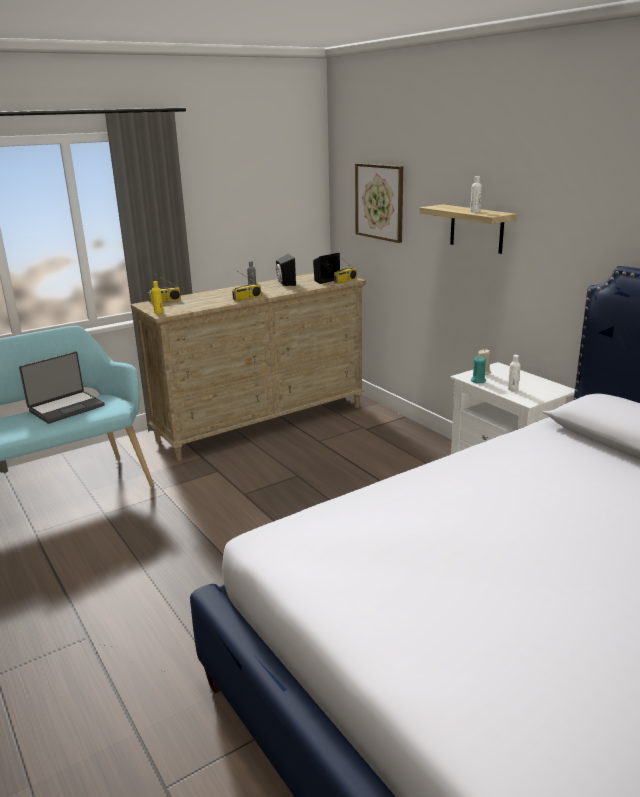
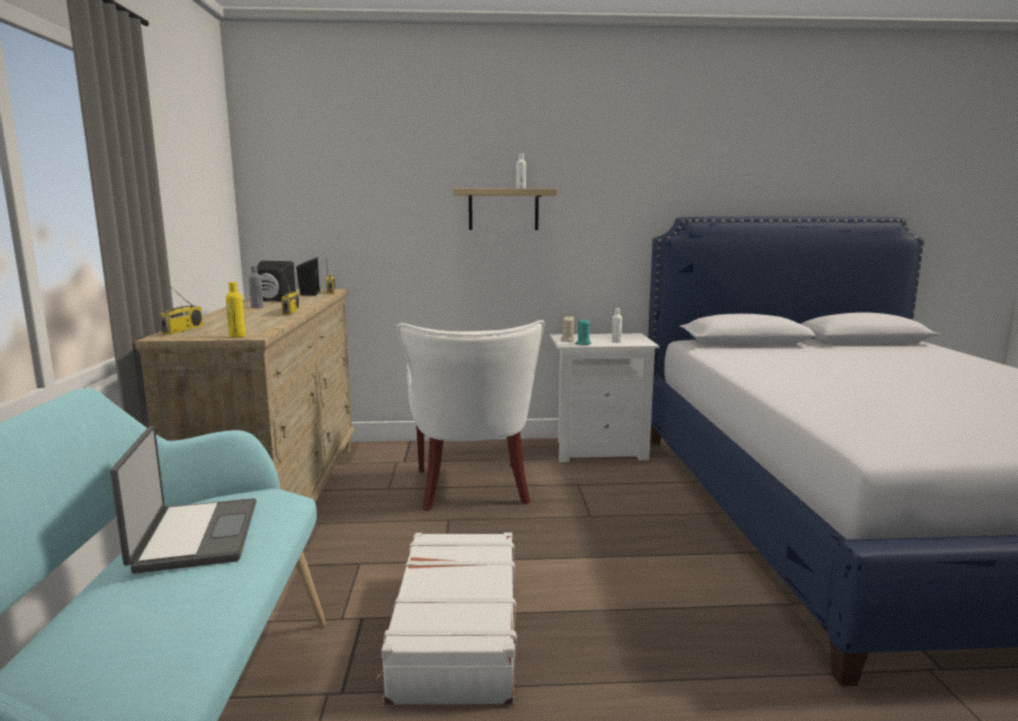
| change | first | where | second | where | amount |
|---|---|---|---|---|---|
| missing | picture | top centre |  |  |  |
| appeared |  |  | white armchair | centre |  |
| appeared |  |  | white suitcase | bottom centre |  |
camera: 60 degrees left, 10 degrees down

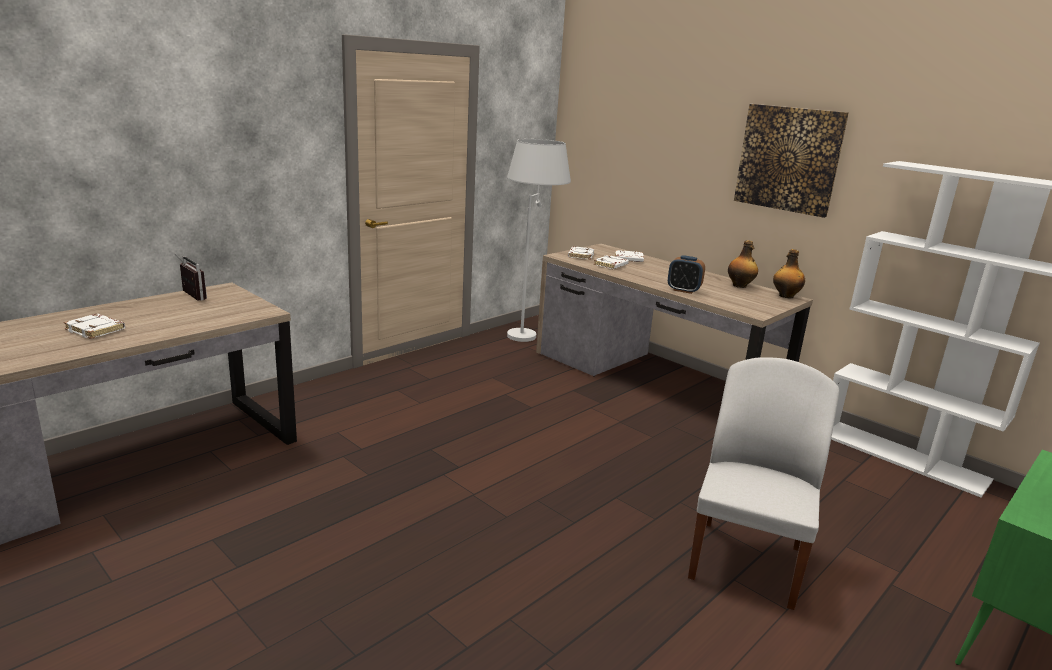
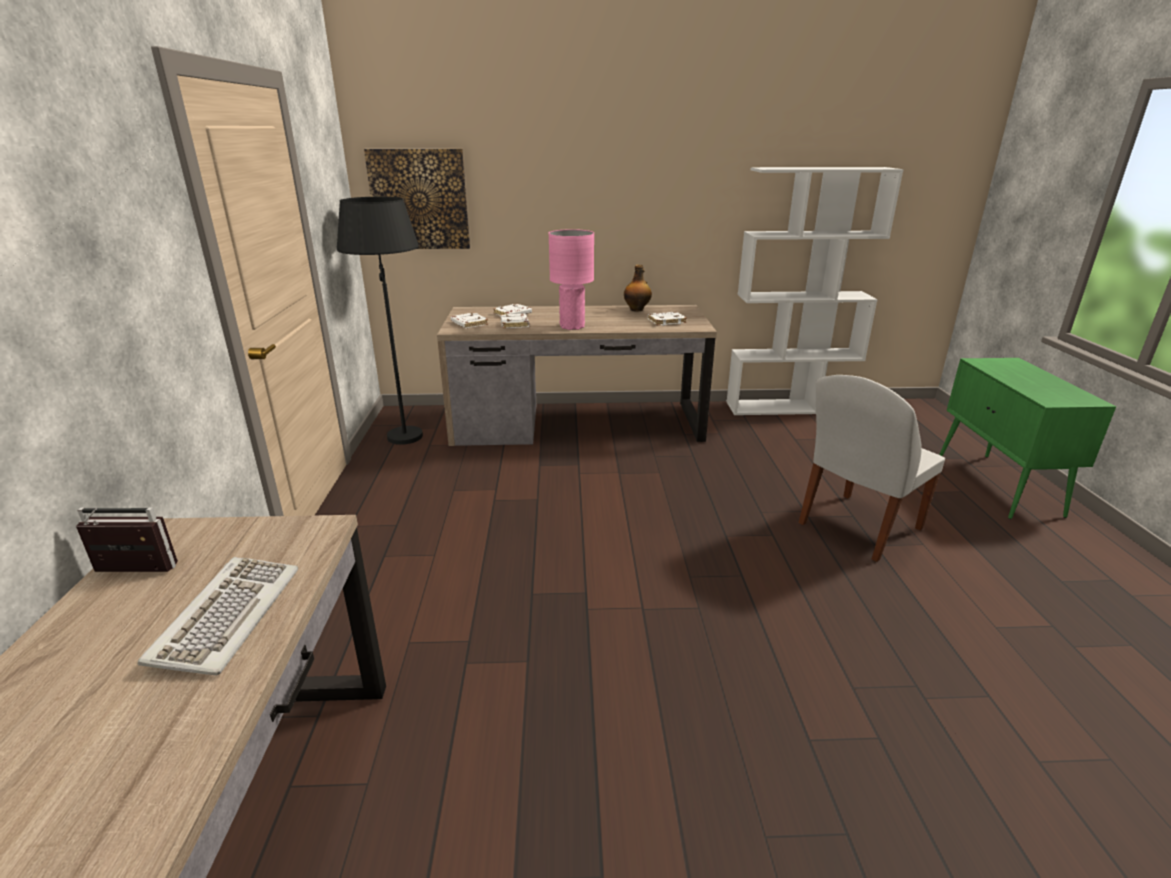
| change | first | where | second | where | amount |
|---|---|---|---|---|---|
| relocated | picture | top right |  | top centre |  |
| colour | white floor lamp | centre | black floor lamp | middle left |  |
| missing | bottle (no. 2 from left) | middle right |  |  |  |
| missing | alarm clock | centre |  |  |  |
| relocated | white book (no. 1 from left in the first image) | middle left | white book (no. 4 from left) | centre |  |
| spun | white chair | bottom right |  | middle right | 105 degrees counterclockwise |
| appeared |  |  | pink table lamp | top centre |  |
| appeared |  |  | keyboard | bottom left |  |
camera: 45 degrees left, 5 degrees up

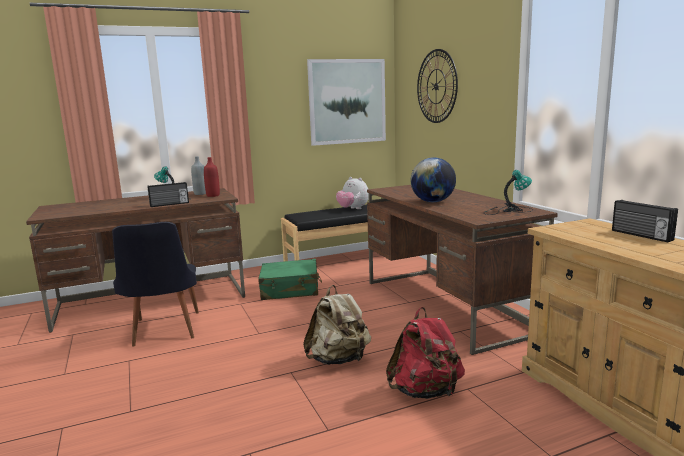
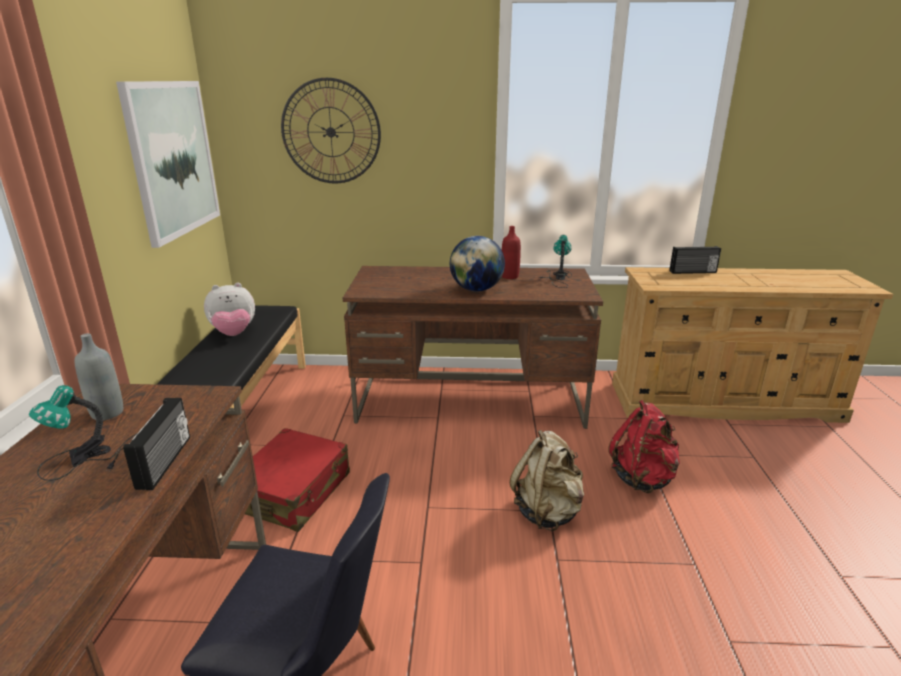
| change | first | where | second | where | amount |
|---|---|---|---|---|---|
| relocated | red bottle | middle left |  | centre |  |
| colour | green suitcase | centre | red suitcase | bottom left |  |
camera: 65 degrees left, 10 degrees up

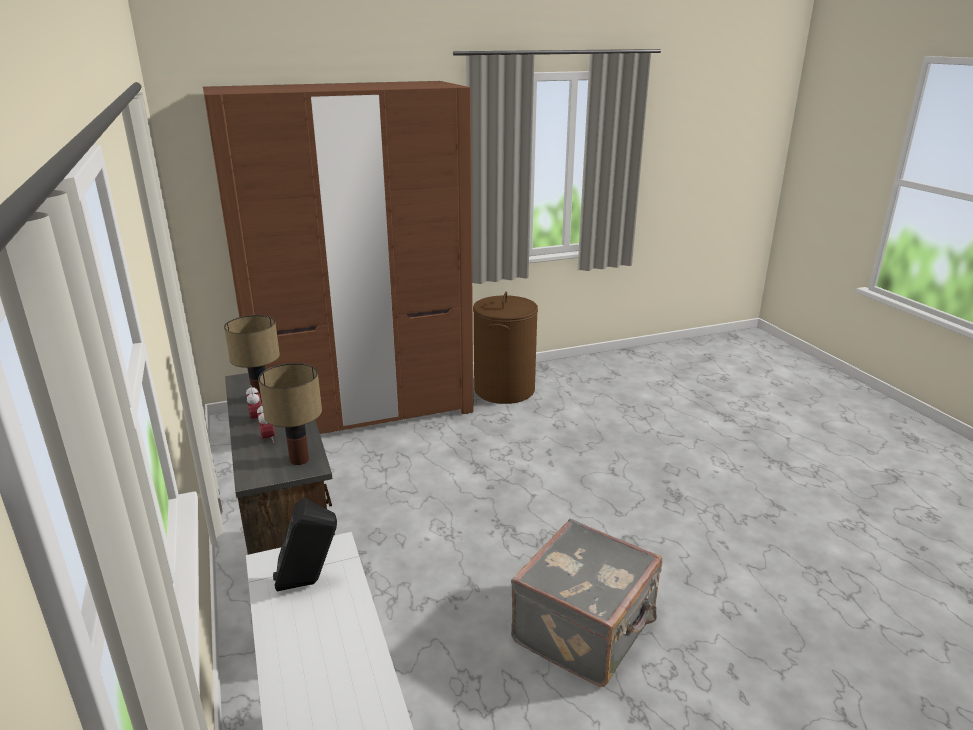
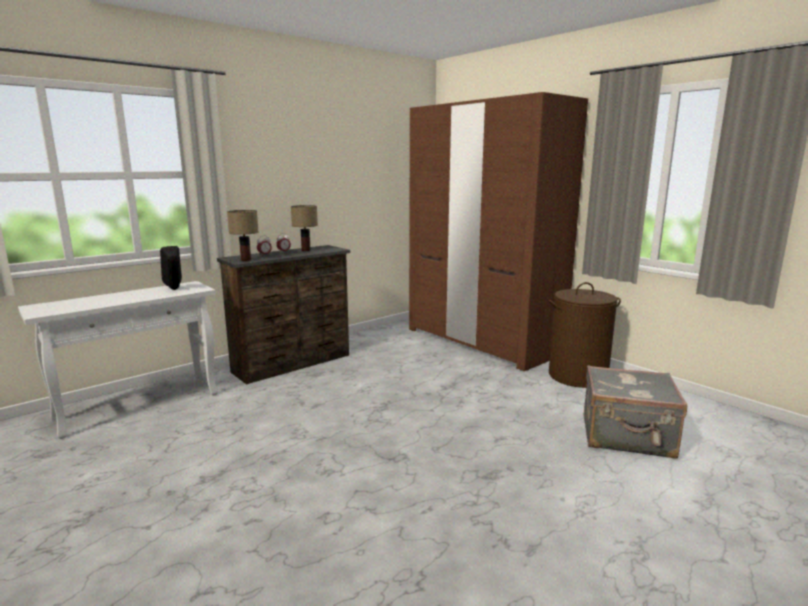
| change | first | where | second | where | amount |
|---|---|---|---|---|---|
| relocated | grey suitcase | bottom centre |  | bottom right |  |
camera: 70 degrees right, 10 degrees down

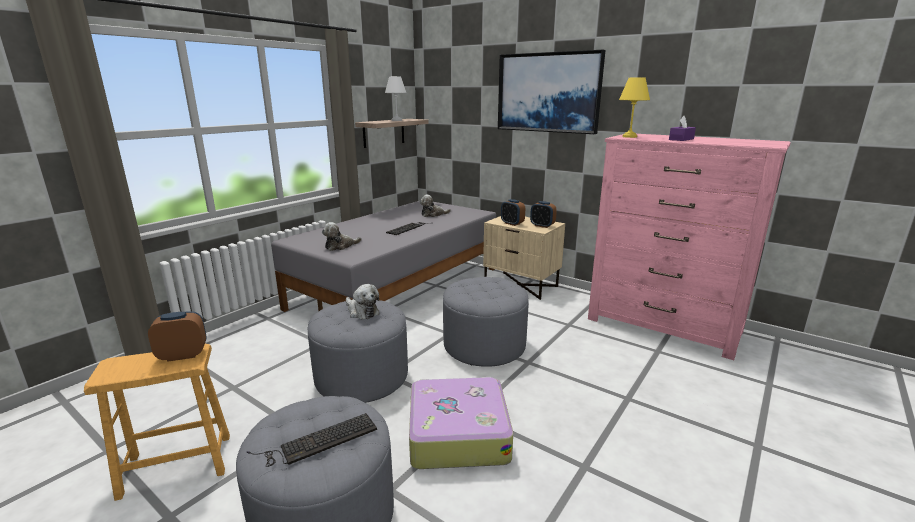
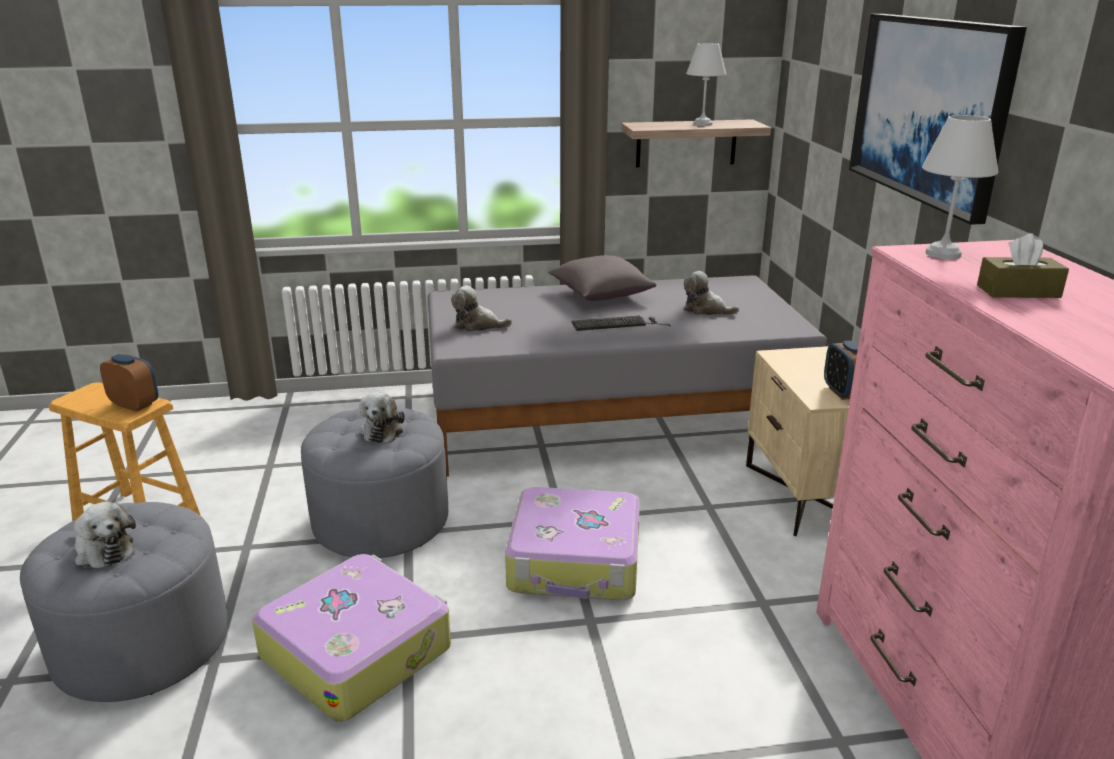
| change | first | where | second | where | amount |
|---|---|---|---|---|---|
| colour | yellow table lamp | top right | white table lamp (no. 2 from left) | top right |  |
| colour | purple tissue box | top right | brown tissue box | middle right |  |
| missing | alarm clock (no. 2 from left) | centre |  |  |  |
| exchanged | grey ottoman (no. 3 from left) | centre | suitcase (no. 2 from left) | bottom centre |  |
| exchanged | keyboard (no. 1 from left) | bottom centre | plush toy (no. 1 from left) | bottom left |  |
| appeared |  |  | grey pillow | centre |  |
camera: 45 degrees right, 5 degrees up

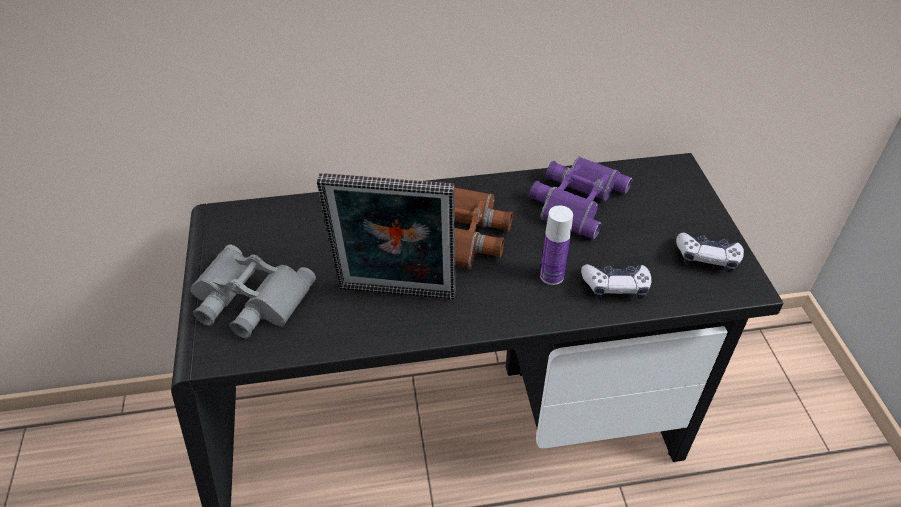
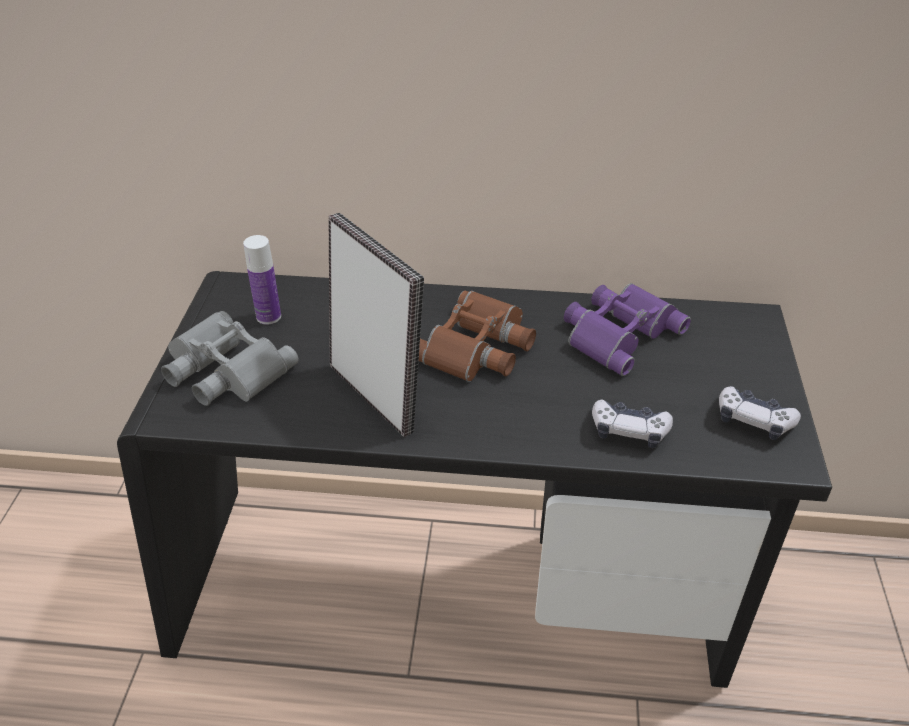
| change | first | where | second | where | amount |
|---|---|---|---|---|---|
| spun | picture frame | centre |  | centre | 150 degrees counterclockwise |
| relocated | bottle | centre |  | middle left |  |
camera: 15 degrees right, 5 degrees down

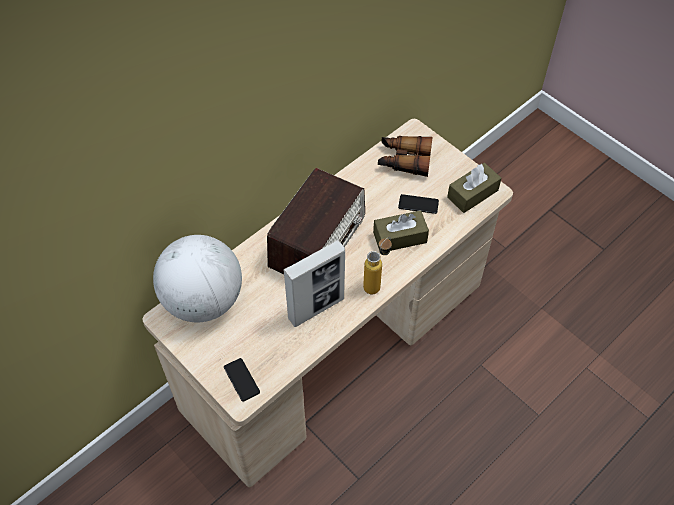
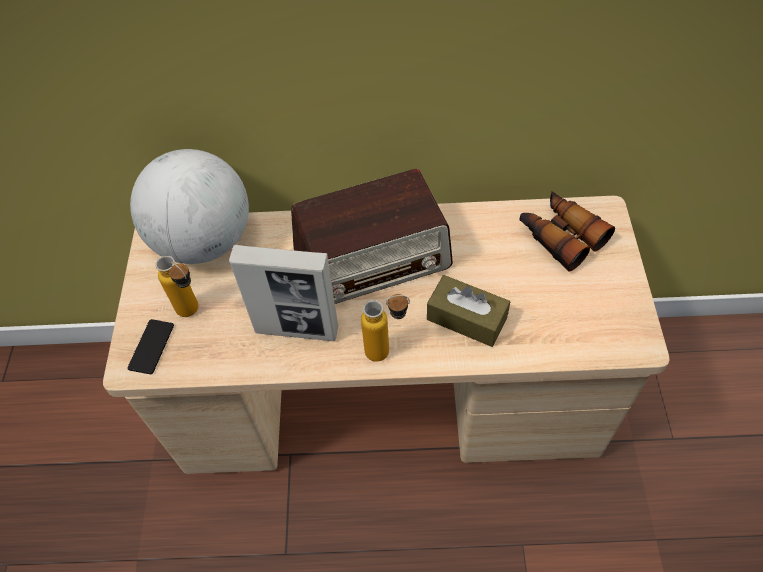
| change | first | where | second | where | amount |
|---|---|---|---|---|---|
| missing | brown tissue box (no. 2 from left) | middle right |  |  |  |
| missing | phone (no. 2 from left) | centre |  |  |  |
| appeared |  |  | bottle (no. 1 from left) | middle left |  |
camera: 45 degrees right, 0 degrees up

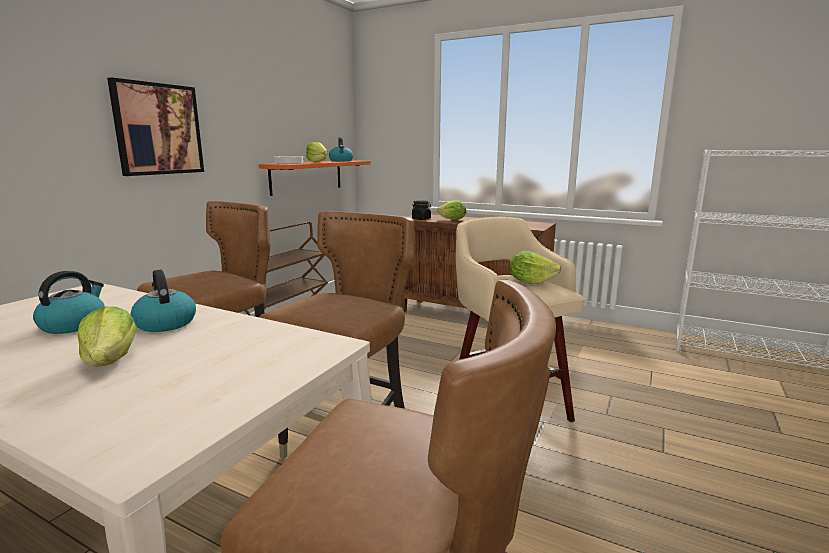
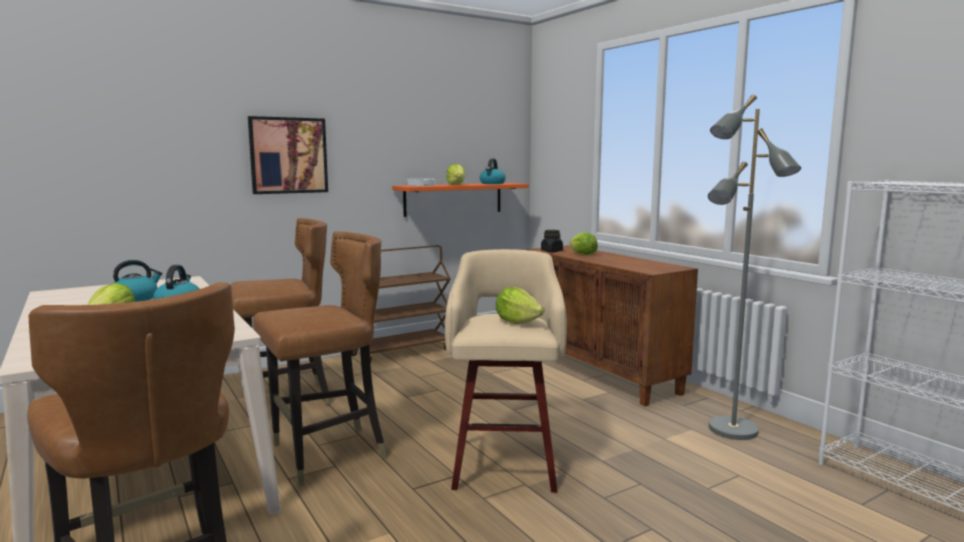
| change | first | where | second | where | amount |
|---|---|---|---|---|---|
| appeared |  |  | grey floor lamp | middle right |  |
camera: 30 degrees right, 5 degrees down

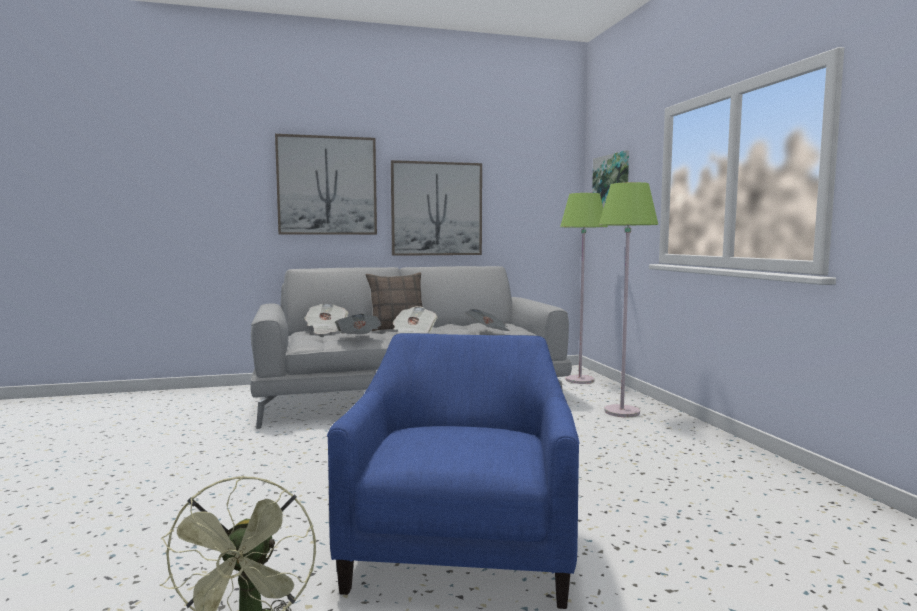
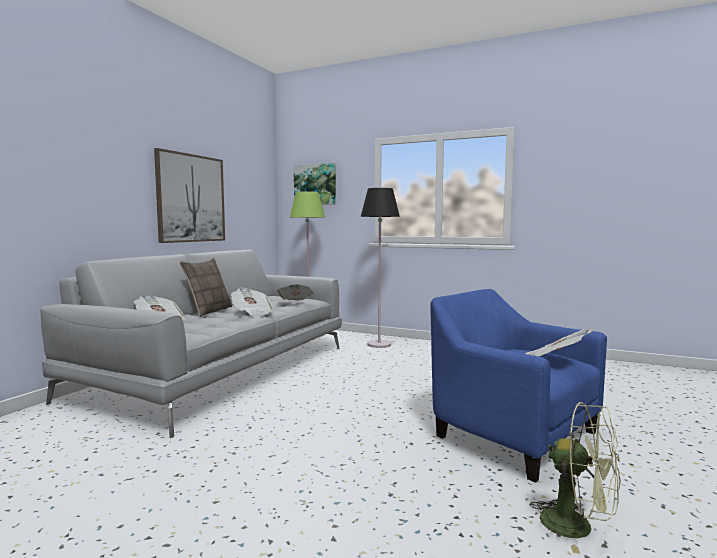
| change | first | where | second | where | amount |
|---|---|---|---|---|---|
| missing | picture (no. 1 from left) | top centre |  |  |  |
| colour | green floor lamp (no. 2 from left) | middle right | black floor lamp | centre |  |
| relocated | newspaper (no. 2 from left in the first image) | centre | newspaper (no. 4 from left) | middle right |  |
camera: 50 degrees left, 0 degrees up

